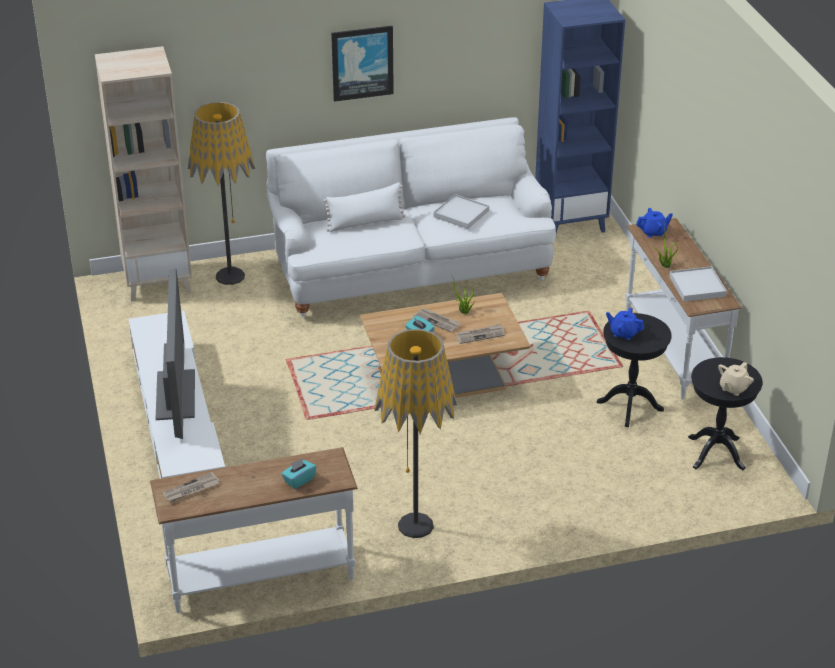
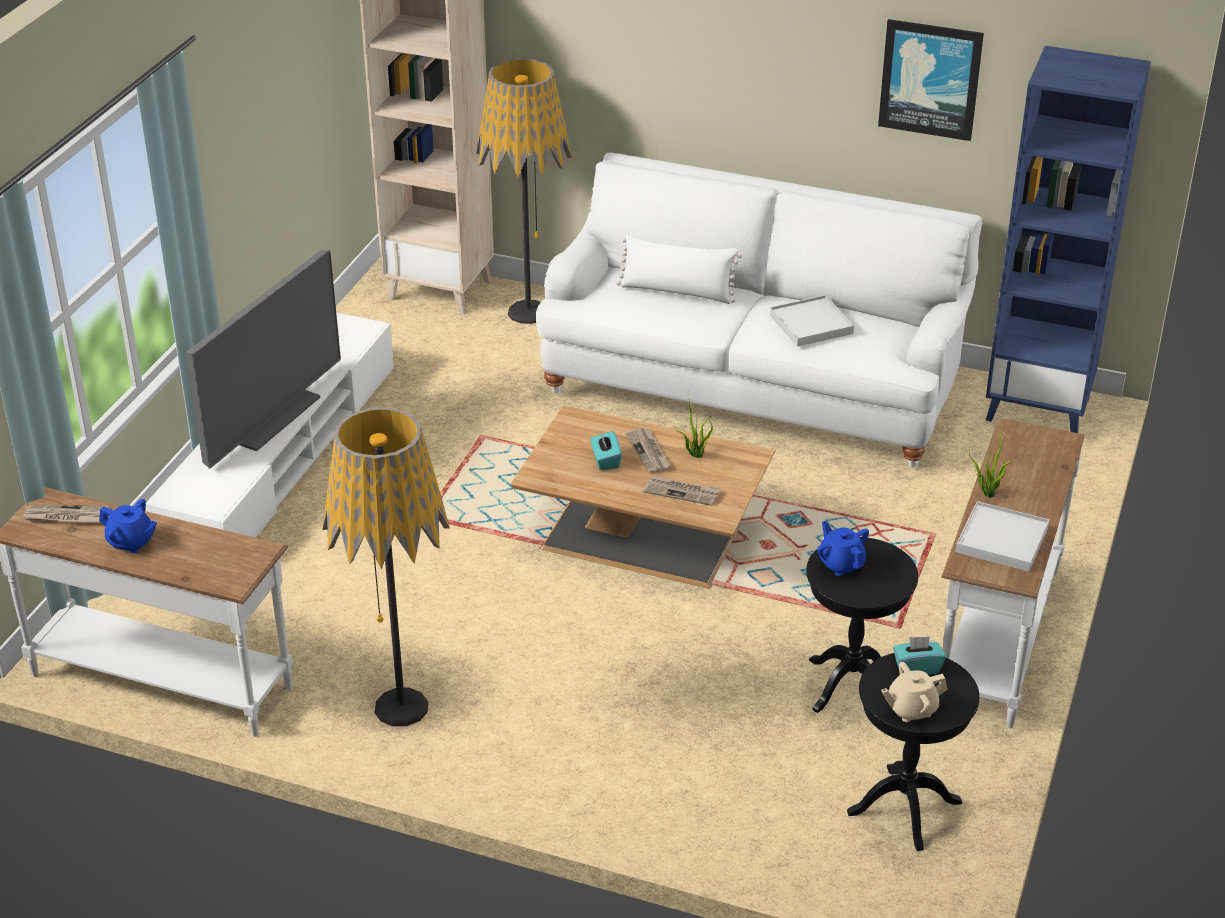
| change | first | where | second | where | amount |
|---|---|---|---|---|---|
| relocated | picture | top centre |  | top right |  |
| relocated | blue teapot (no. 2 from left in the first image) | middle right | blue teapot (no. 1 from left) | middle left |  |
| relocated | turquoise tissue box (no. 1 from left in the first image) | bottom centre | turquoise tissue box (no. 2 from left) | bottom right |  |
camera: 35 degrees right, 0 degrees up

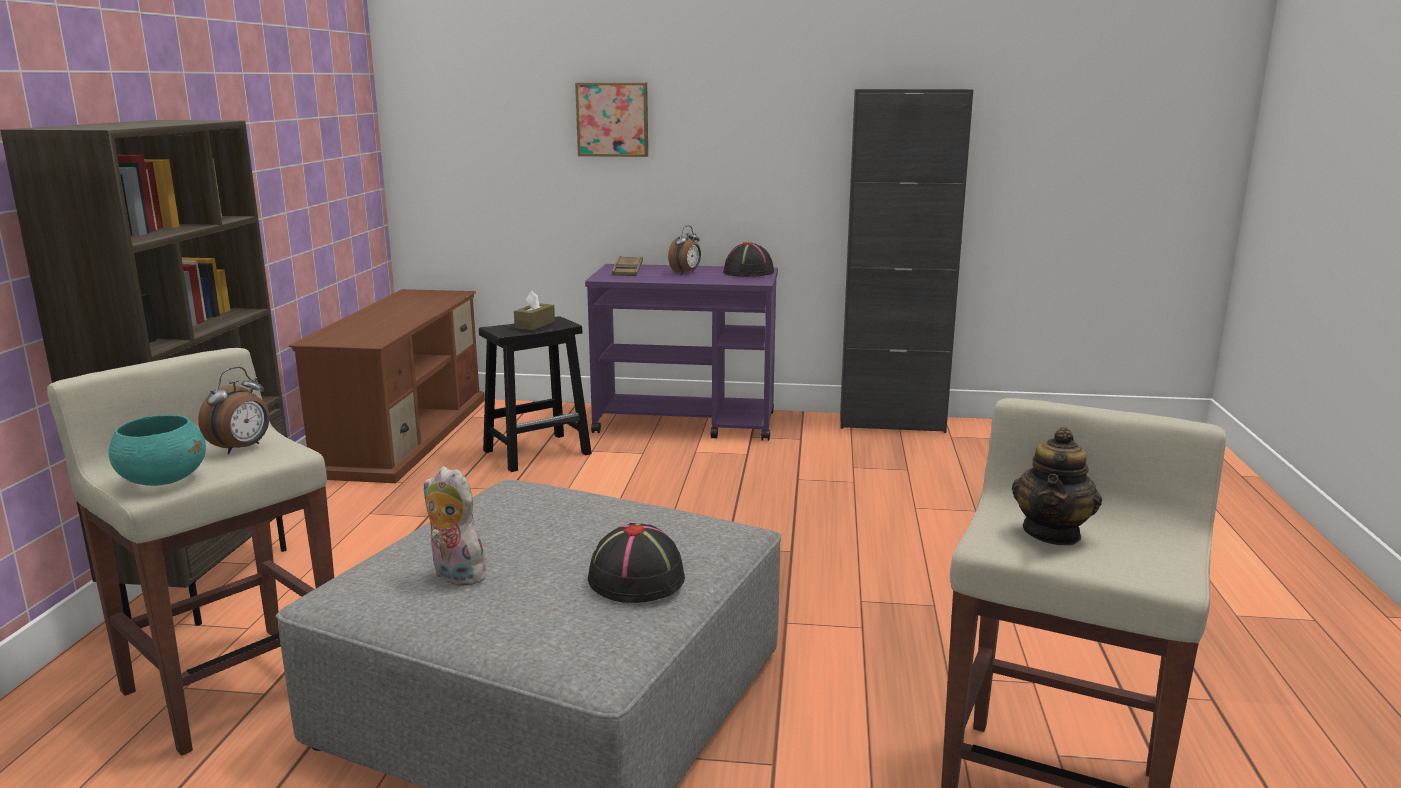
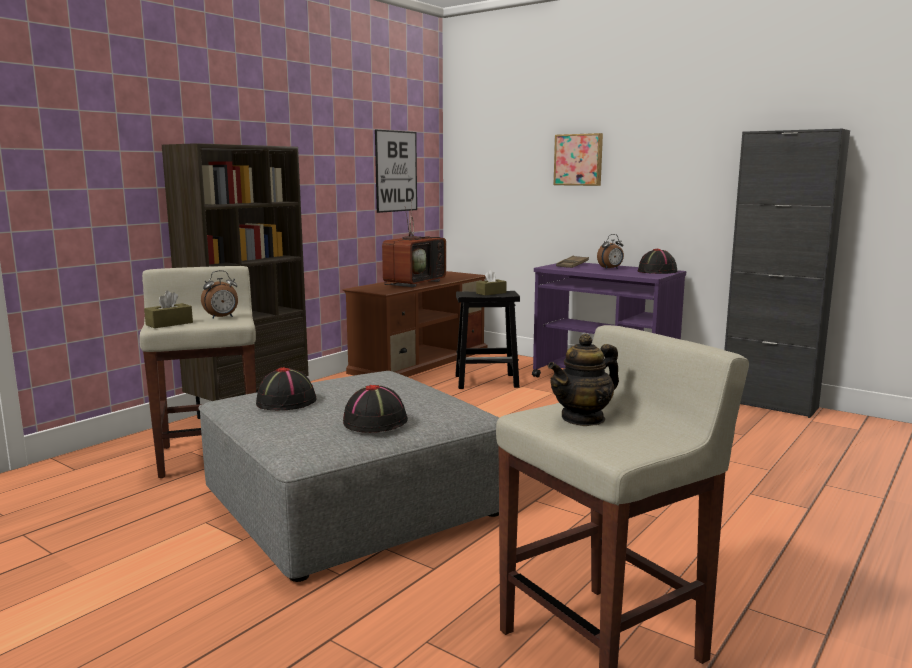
| change | first | where | second | where | amount |
|---|---|---|---|---|---|
| exchanged | turquoise bowl | middle left | brown tissue box (no. 1 from left) | middle left |  |
| exchanged | plush toy | bottom left | black hat (no. 1 from left) | middle left |  |
| appeared |  |  | picture (no. 1 from left) | top centre |  |
| appeared |  |  | television | centre |  |
camera: 30 degrees right, 5 degrees down

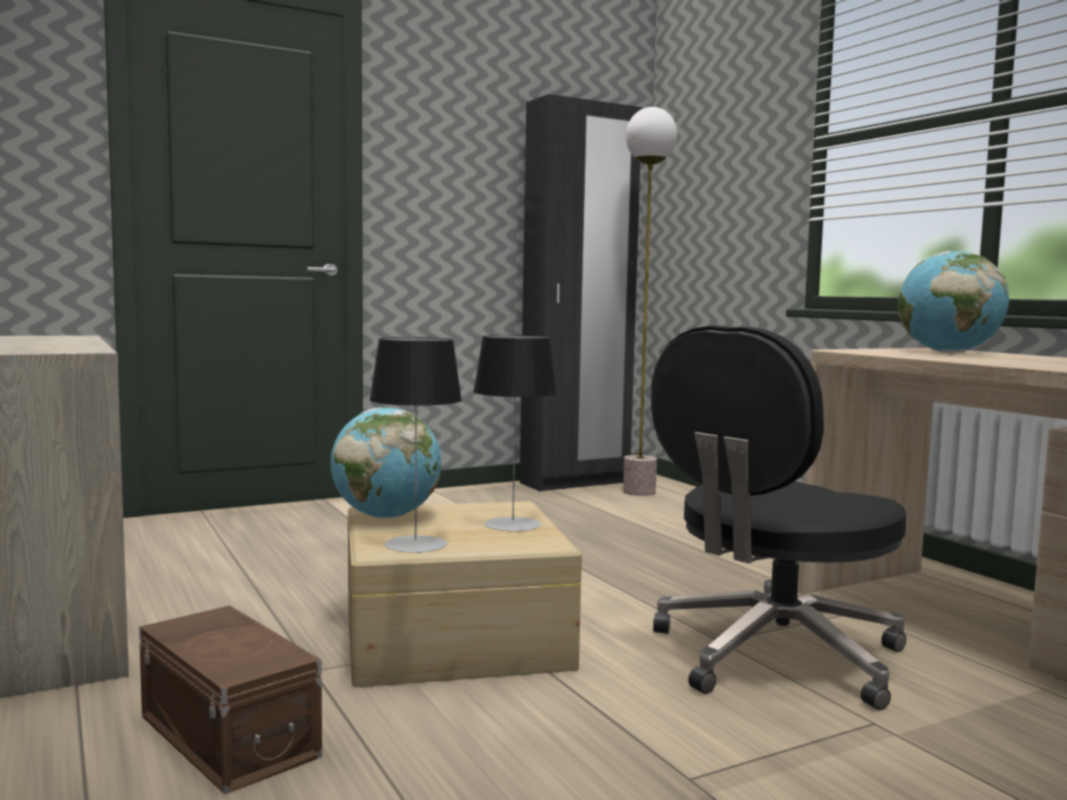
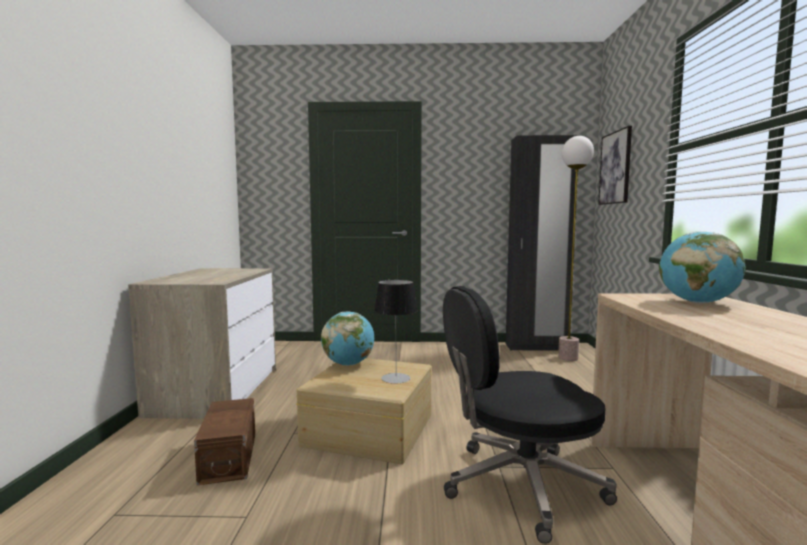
| change | first | where | second | where | amount |
|---|---|---|---|---|---|
| missing | table lamp (no. 1 from left) | centre |  |  |  |
| appeared |  |  | picture | top right |  |
camera: 30 degrees right, 0 degrees up

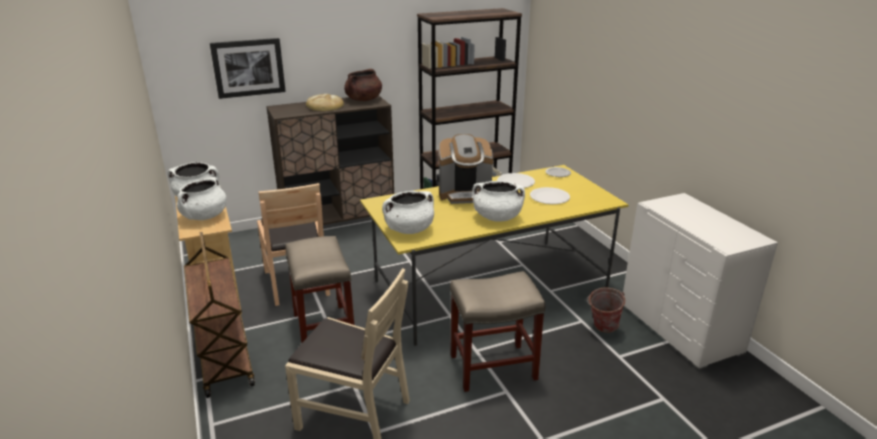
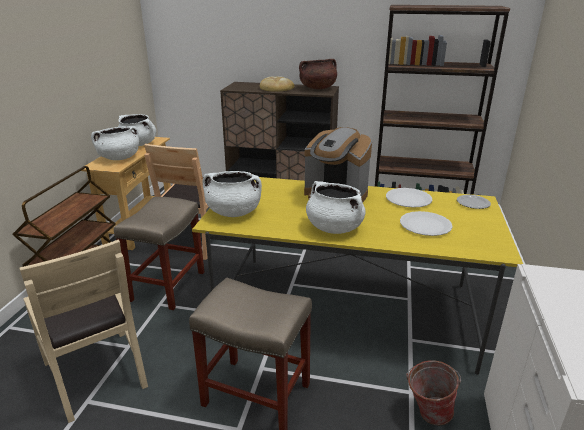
| change | first | where | second | where | amount |
|---|---|---|---|---|---|
| missing | picture | top left |  |  |  |
camera: 35 degrees right, 0 degrees up

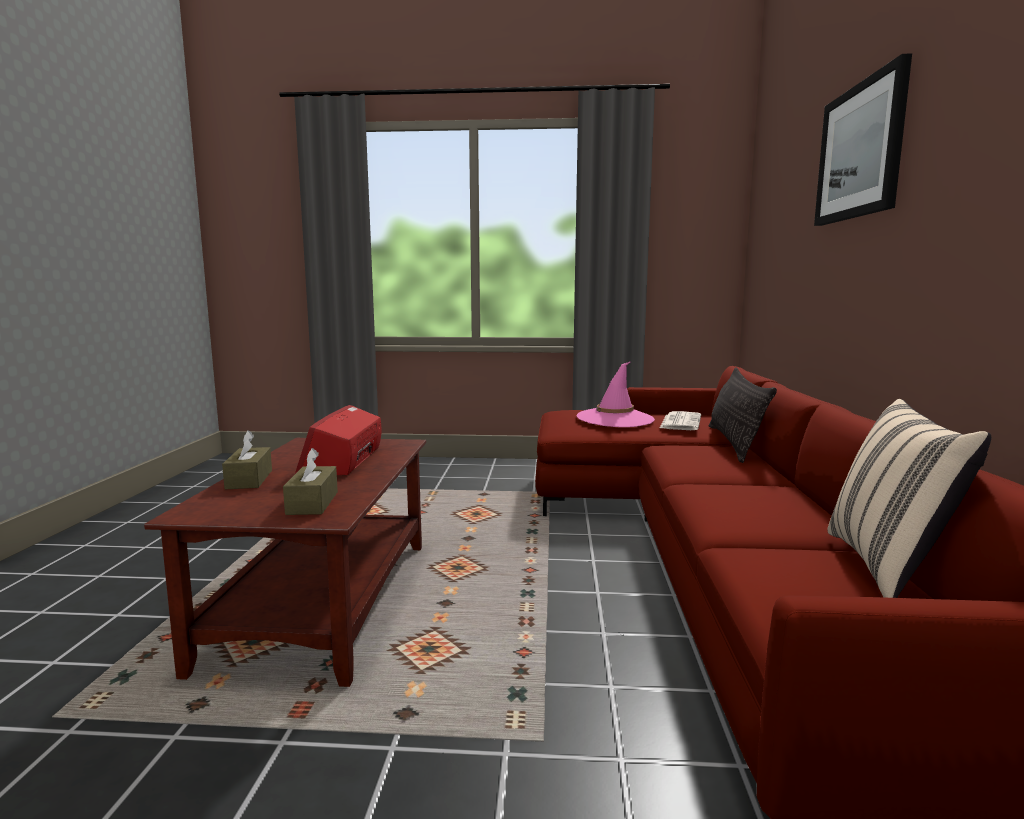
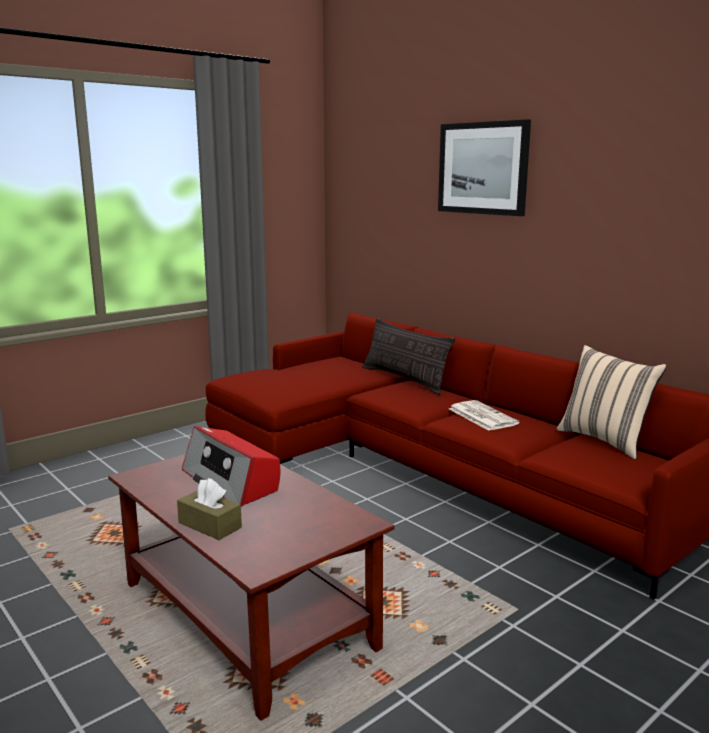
| change | first | where | second | where | amount |
|---|---|---|---|---|---|
| missing | pink hat | centre |  |  |  |
| relocated | newspaper | centre |  | middle right |  |
| missing | brown tissue box (no. 2 from left) | middle left |  |  |  |
camera: 45 degrees left, 5 degrees up

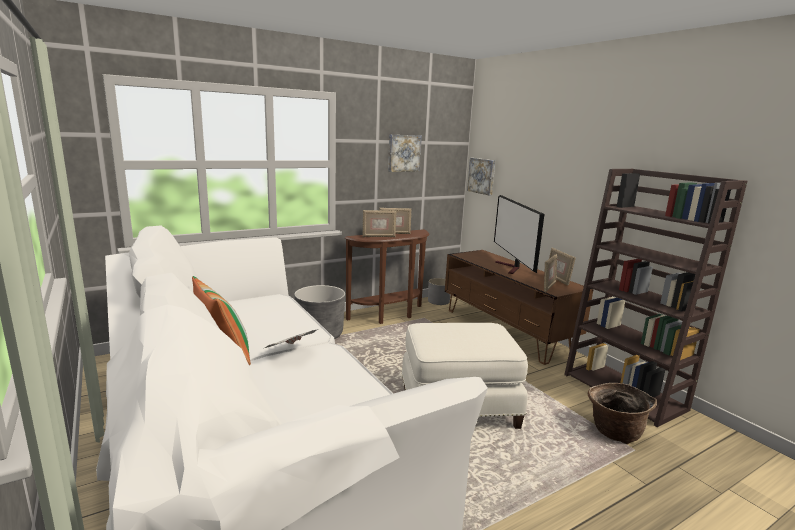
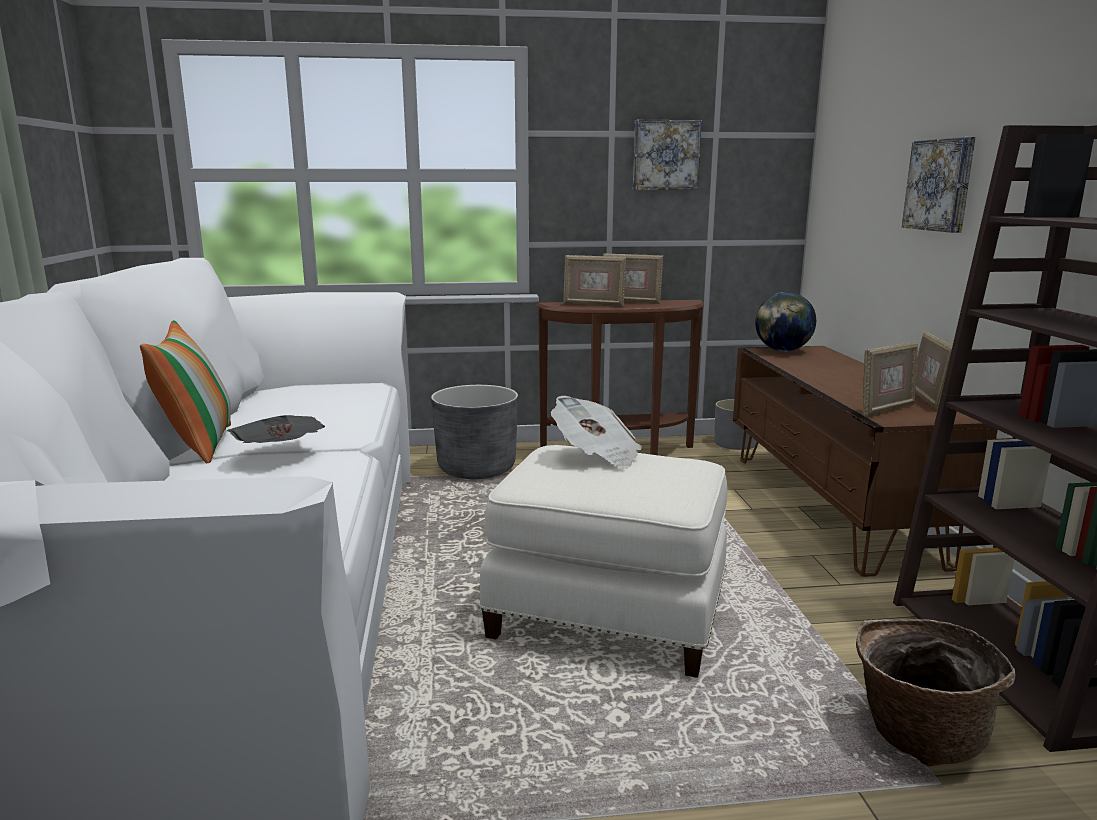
| change | first | where | second | where | amount |
|---|---|---|---|---|---|
| relocated | picture (no. 2 from left) | top centre |  | top right |  |
| missing | television | centre |  |  |  |
| appeared |  |  | globe | middle right |  |
| appeared |  |  | newspaper (no. 2 from left) | centre |  |
camera: 25 degrees right, 0 degrees up

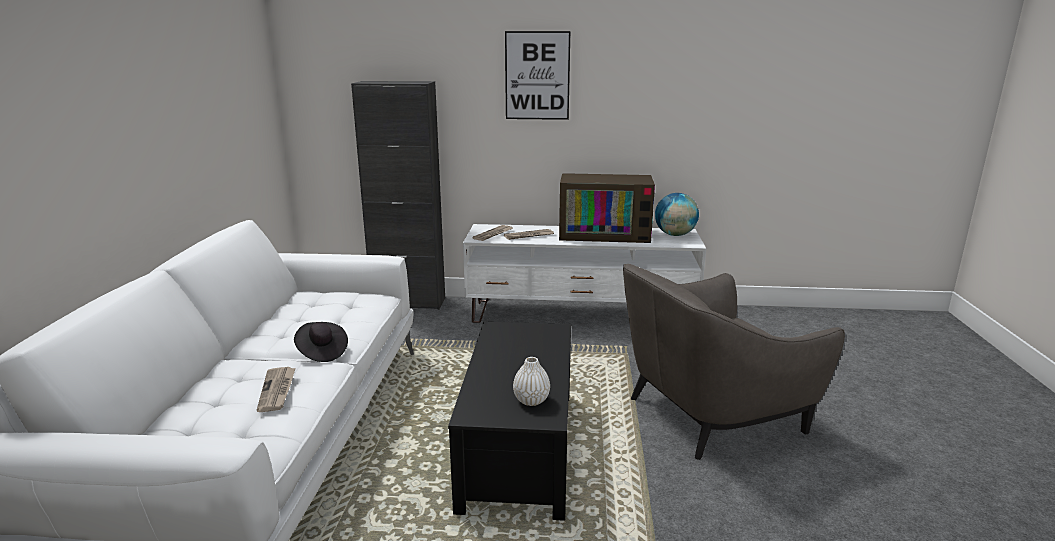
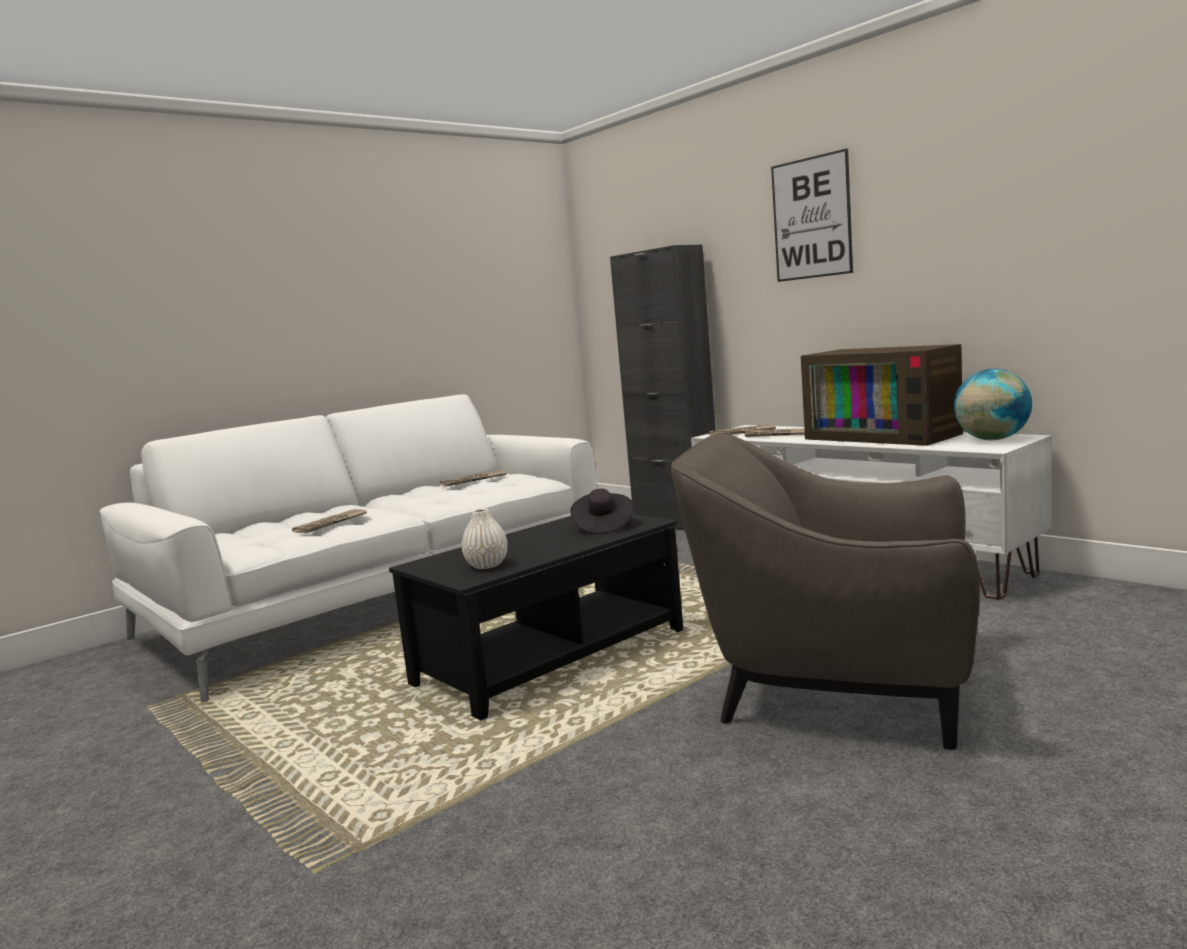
| change | first | where | second | where | amount |
|---|---|---|---|---|---|
| relocated | black hat | middle left |  | centre |  |
| appeared |  |  | newspaper (no. 2 from left) | centre |  |
camera: 45 degrees right, 10 degrees down

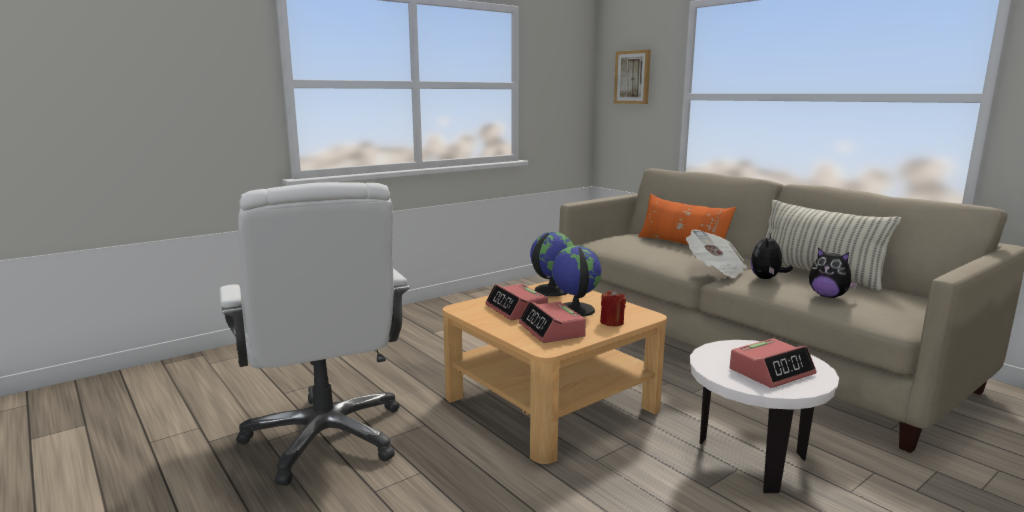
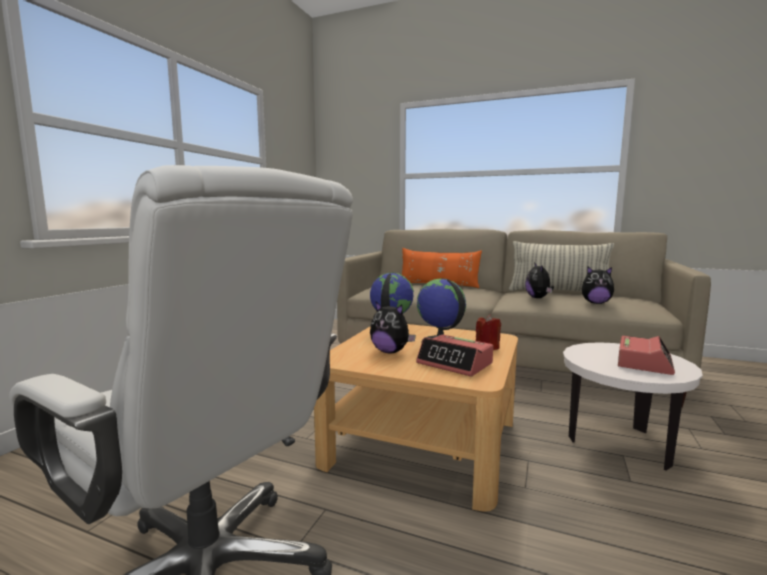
| change | first | where | second | where | amount |
|---|---|---|---|---|---|
| missing | picture | top centre |  |  |  |
| missing | newspaper | middle right |  |  |  |
| exchanged | alarm clock (no. 1 from left) | centre | plush toy (no. 1 from left) | centre |  |
camera: 30 degrees left, 5 degrees down

